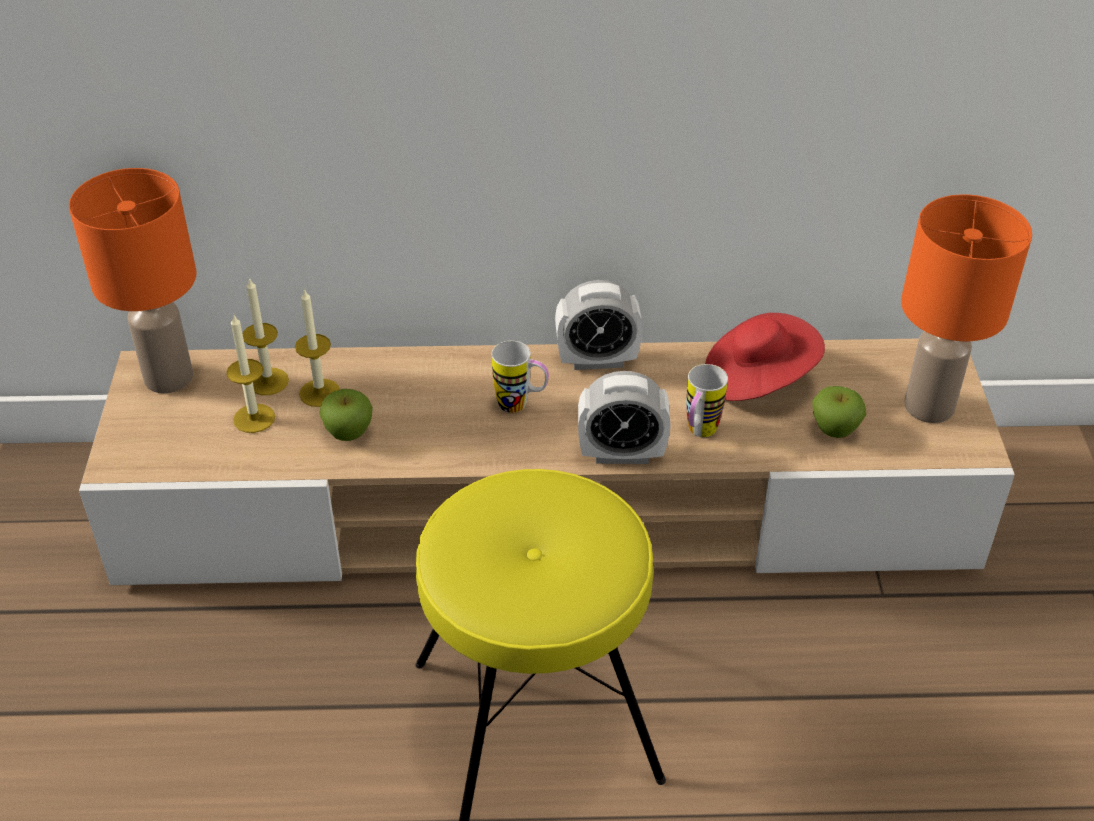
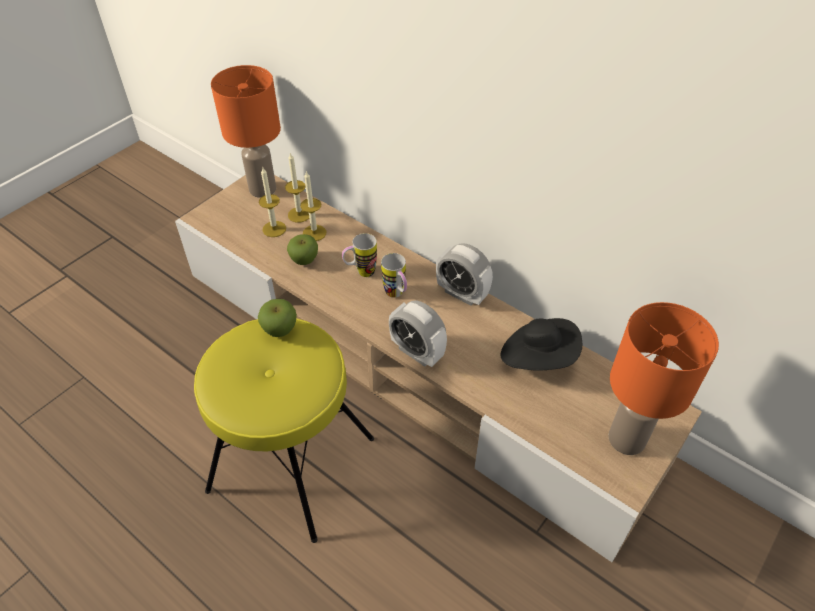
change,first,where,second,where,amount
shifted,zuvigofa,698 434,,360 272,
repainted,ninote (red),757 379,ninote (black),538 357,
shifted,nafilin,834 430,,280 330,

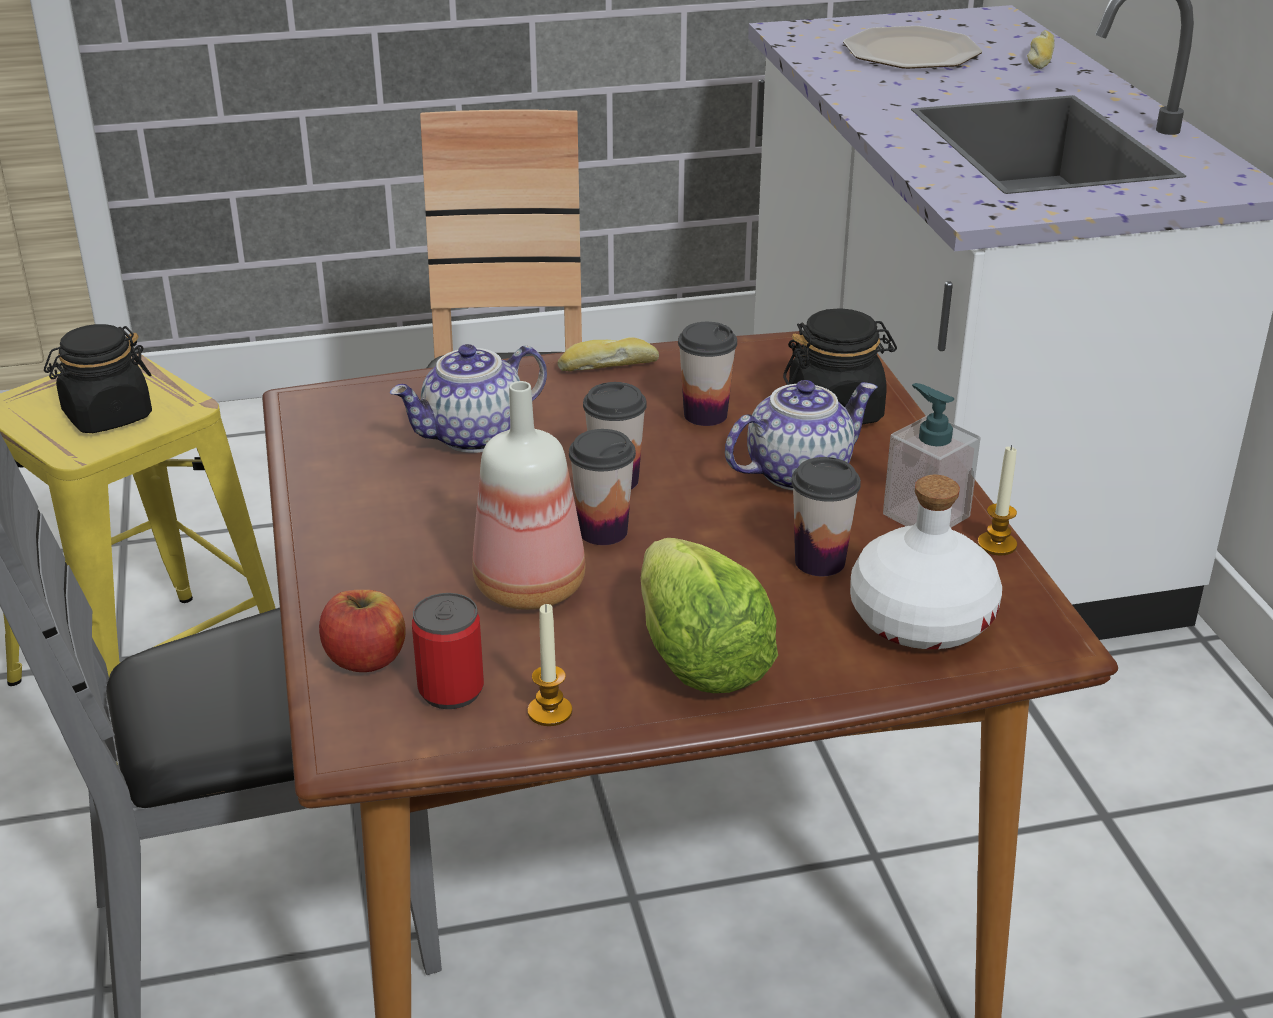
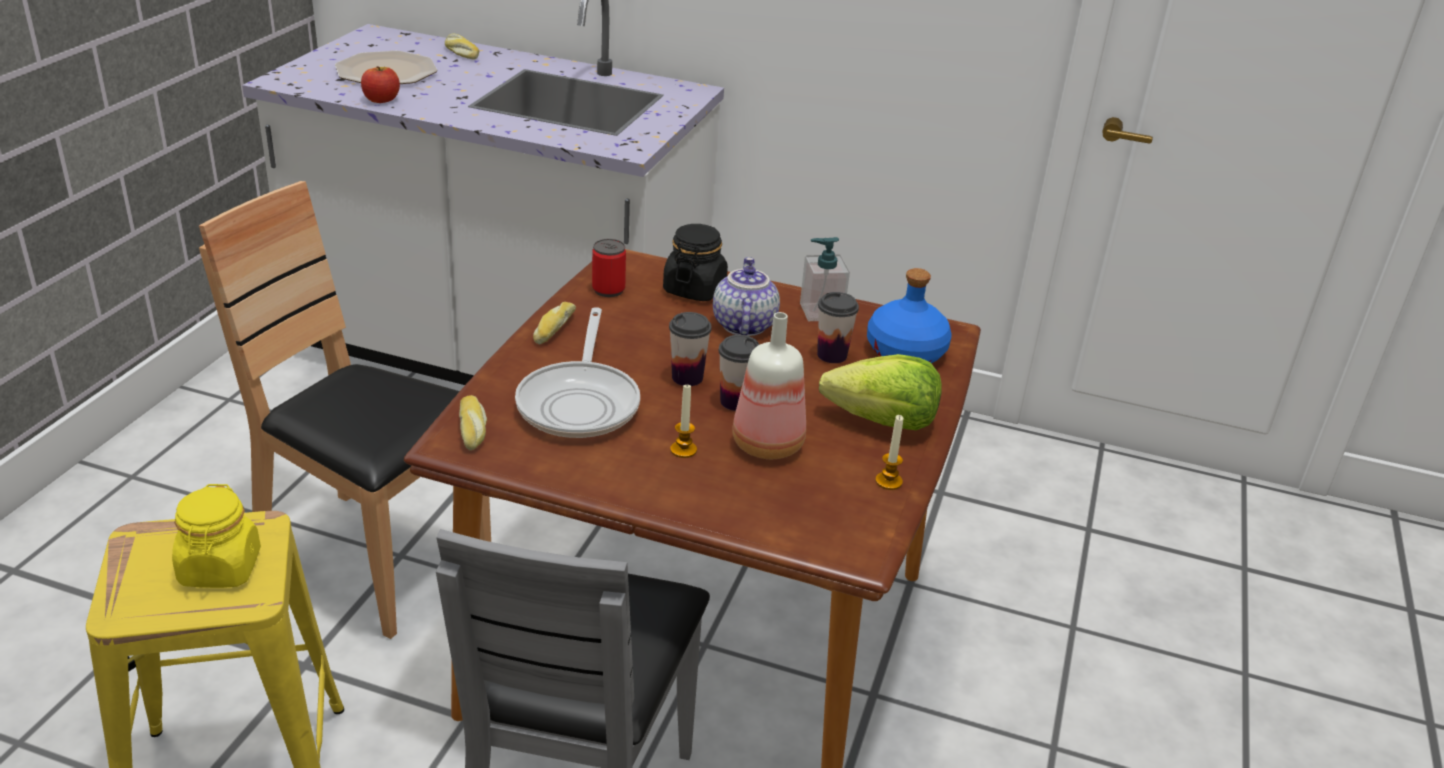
change,first,where,second,where,amount
repainted,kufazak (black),107 416,kufazak (yellow),220 569,
shifted,nafilin,366 659,,381 100,
swapped,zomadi,474 437,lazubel,580 402,
shifted,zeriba,451 690,,608 290,
gone,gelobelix,705 415,,,
repainted,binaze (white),919 618,binaze (blue),905 352,
shifted,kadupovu,997 544,,683 450,
new,,,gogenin,473 429,

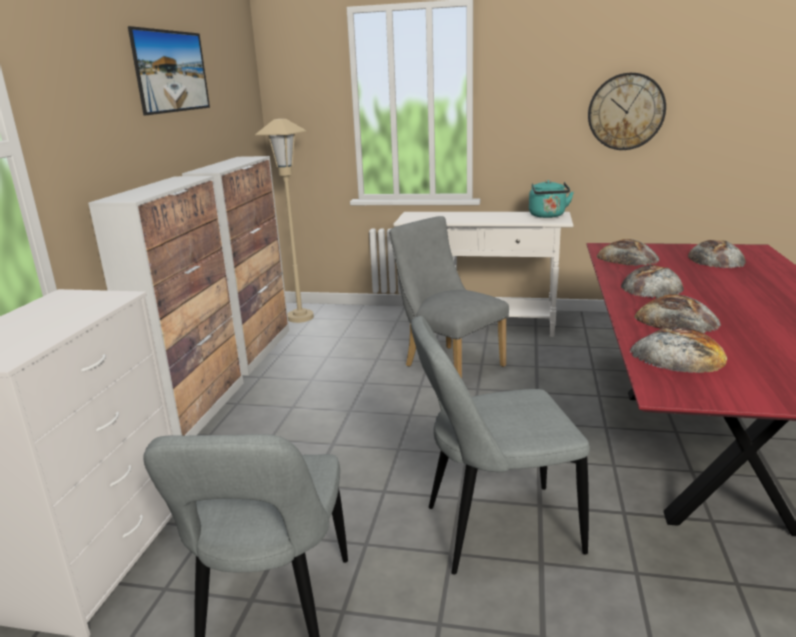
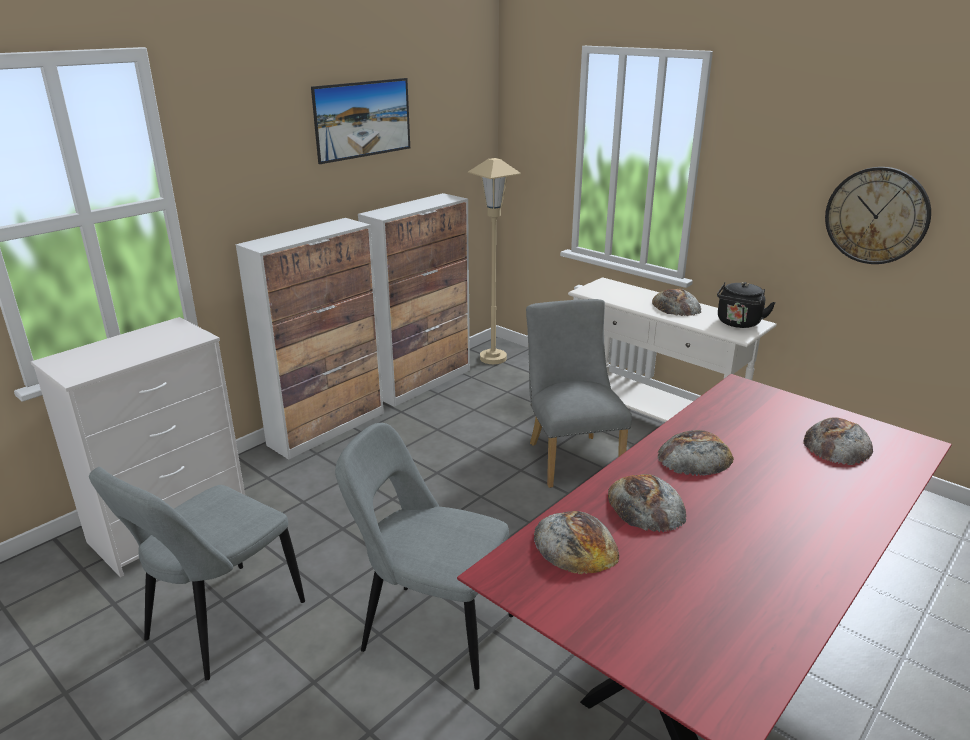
change,first,where,second,where,amount
repainted,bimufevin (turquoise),548 216,bimufevin (black),738 323,
shifted,gogenin,627 258,,676 306,

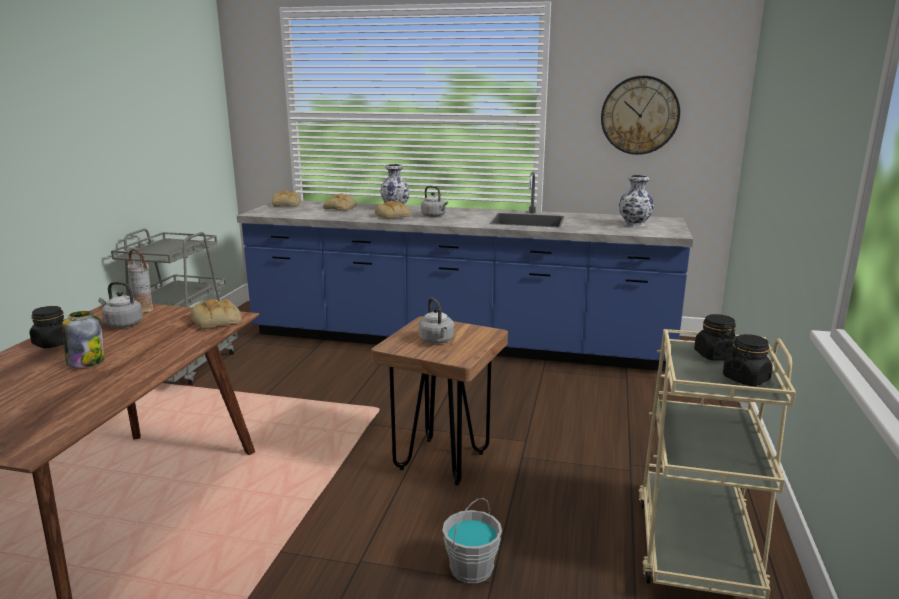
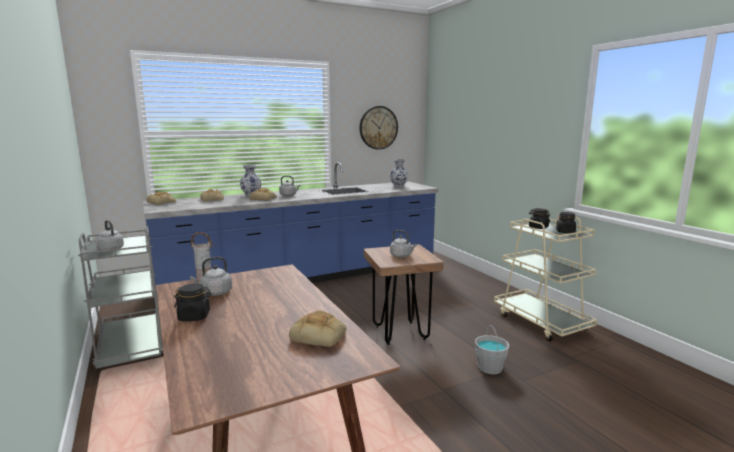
change,first,where,second,where,amount
gone,kufazak,86 362,,,
shifted,gogenin,217 321,,319 335,
new,,,bimufevin (grey),110 249,

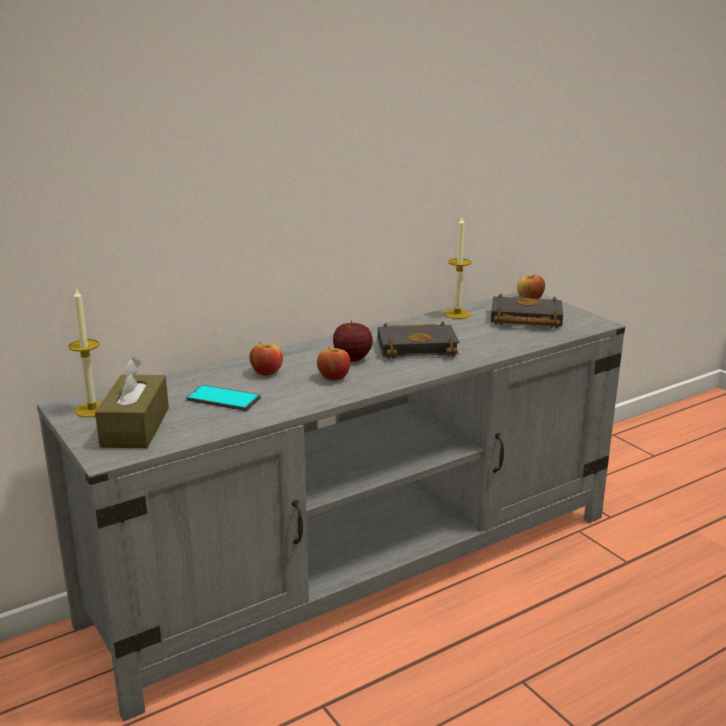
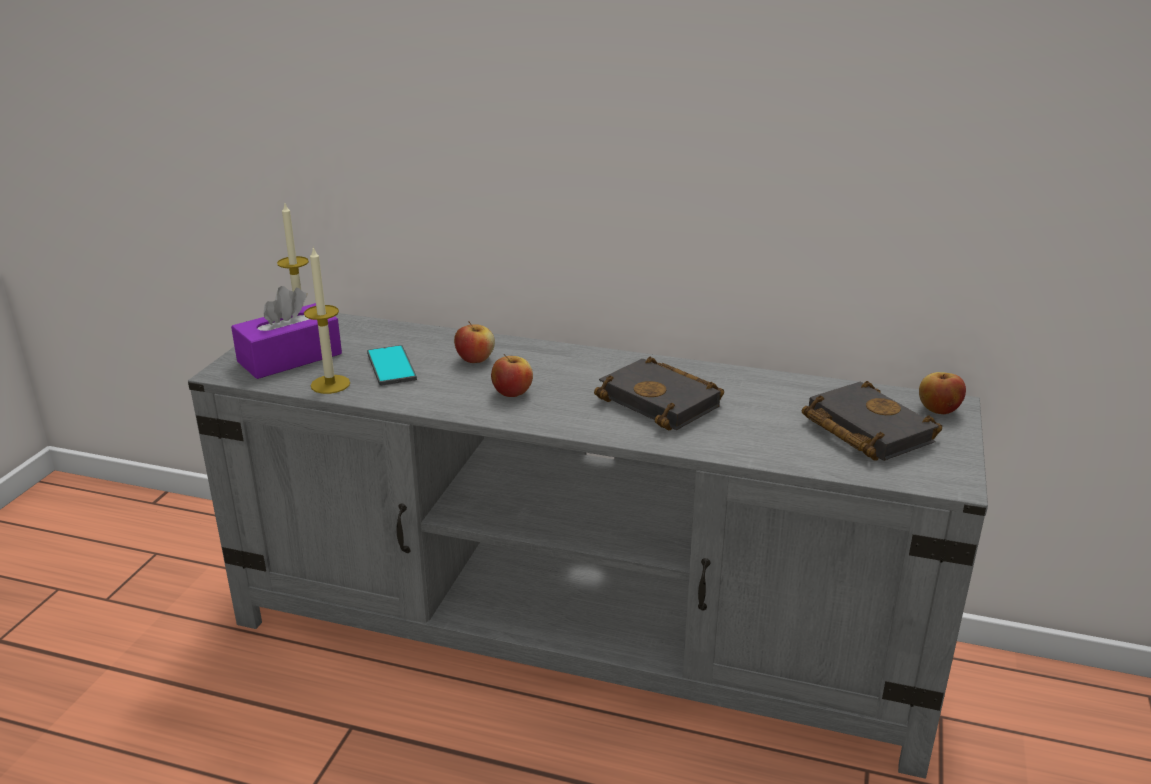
change,first,where,second,where,amount
repainted,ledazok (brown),135 427,ledazok (purple),290 358,
gone,nafilin,352 358,,,
shifted,kadupovu,457 314,,330 384,

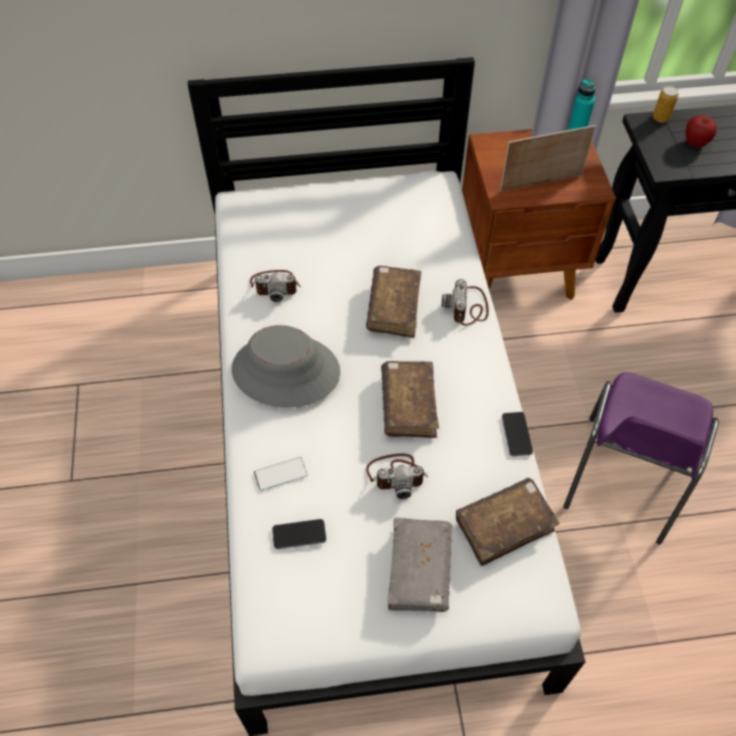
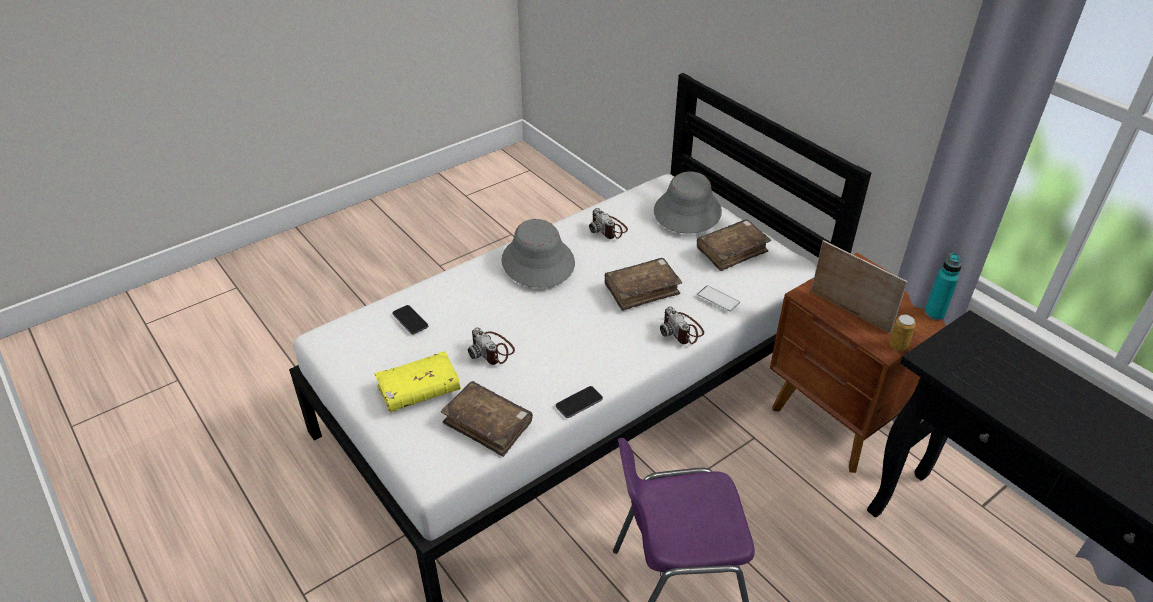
change,first,where,second,where,amount
shifted,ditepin,280 474,,718 298,
shifted,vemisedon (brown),408 405,,732 251,
repainted,vemisedon (grey),419 569,vemisedon (yellow),419 390,
rotated,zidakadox,467 307,,682 330,90 degrees counterclockwise
shifted,zeriba,660 118,,898 346,
gone,nafilin,695 143,,,
new,,,ninote (grey),687 212,

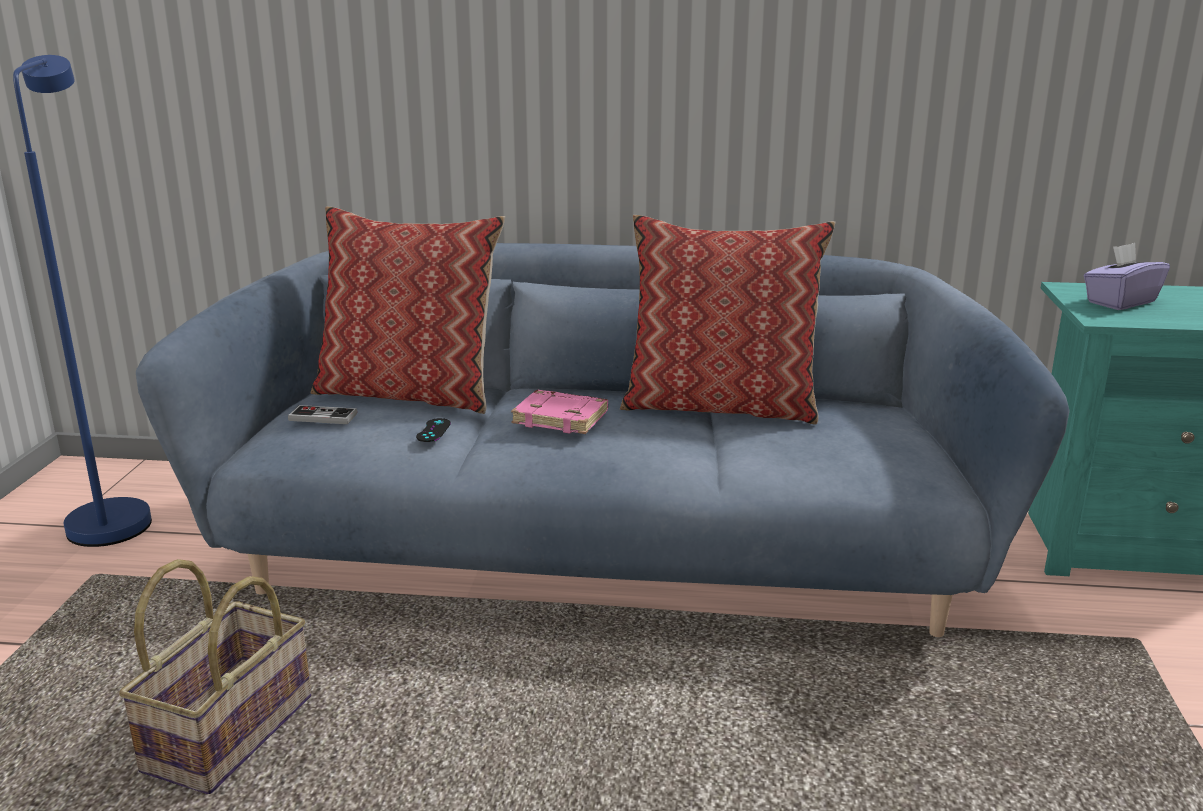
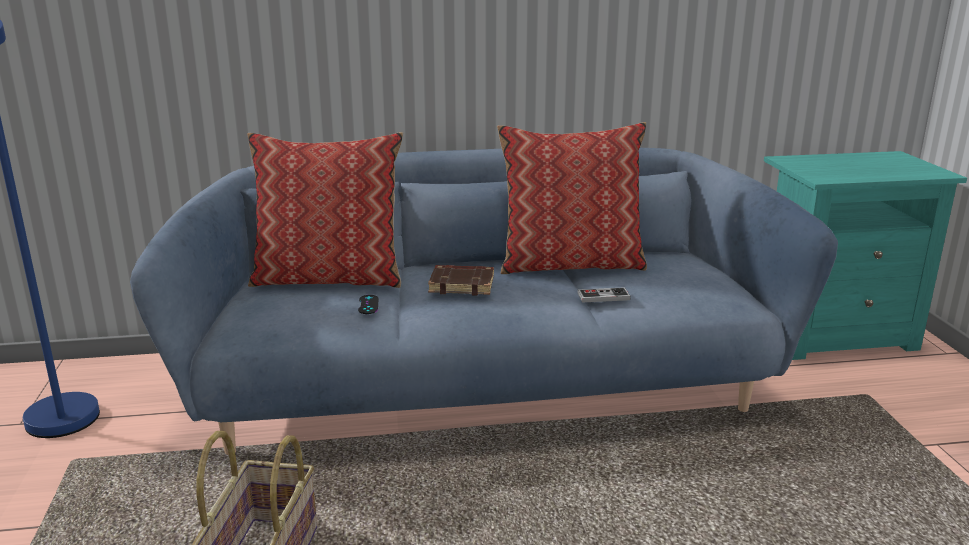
change,first,where,second,where,amount
shifted,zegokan,323 417,,603 297,
repainted,vemisedon (pink),562 418,vemisedon (brown),463 285,
gone,ledazok (purple),1120 302,,,

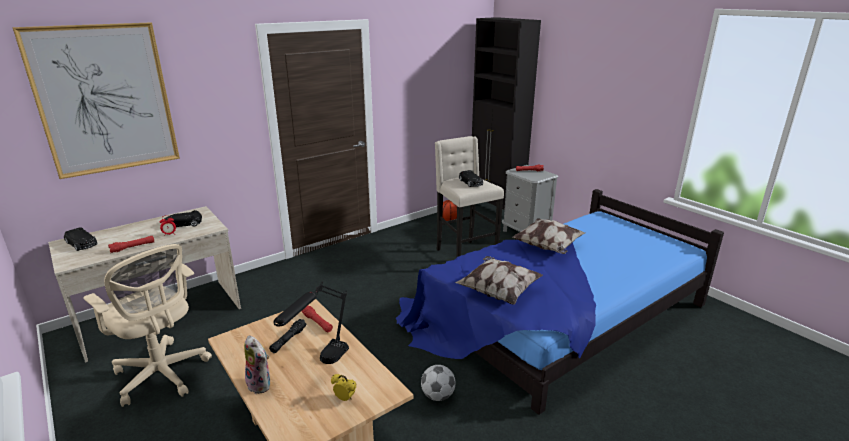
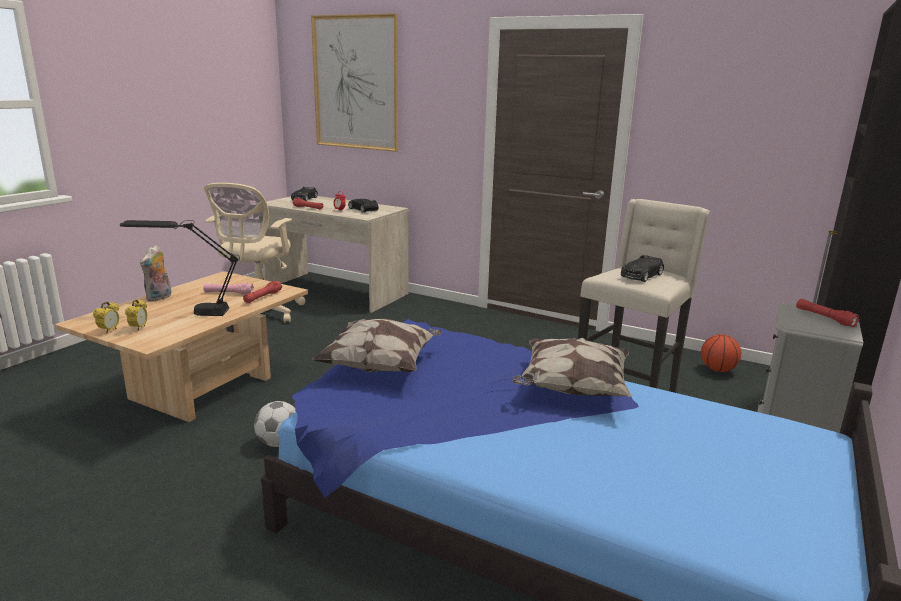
change,first,where,second,where,amount
repainted,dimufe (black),288 340,dimufe (pink),229 293,
new,,,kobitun,109 330,

